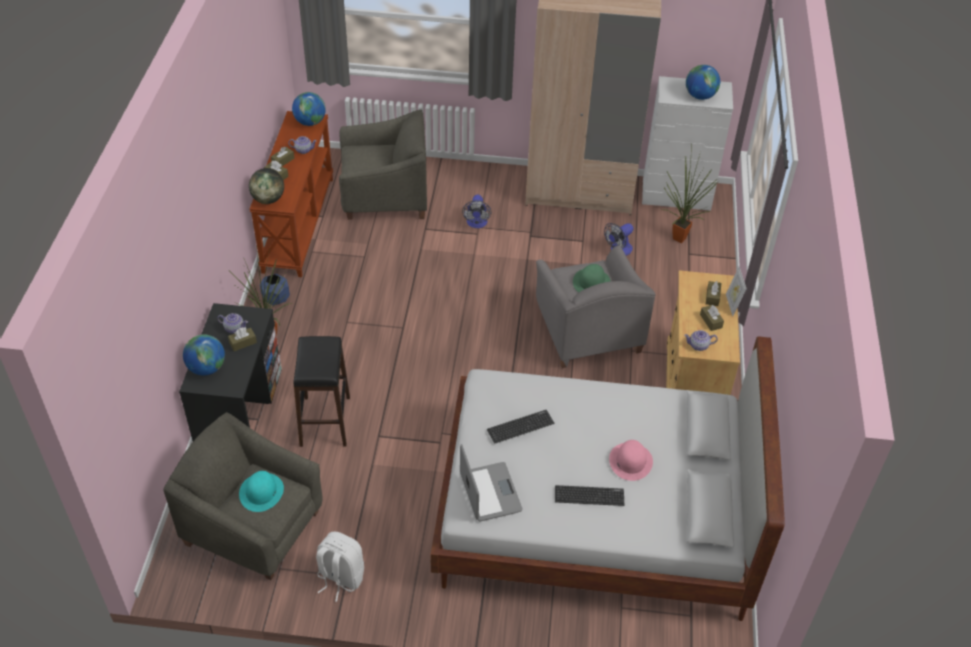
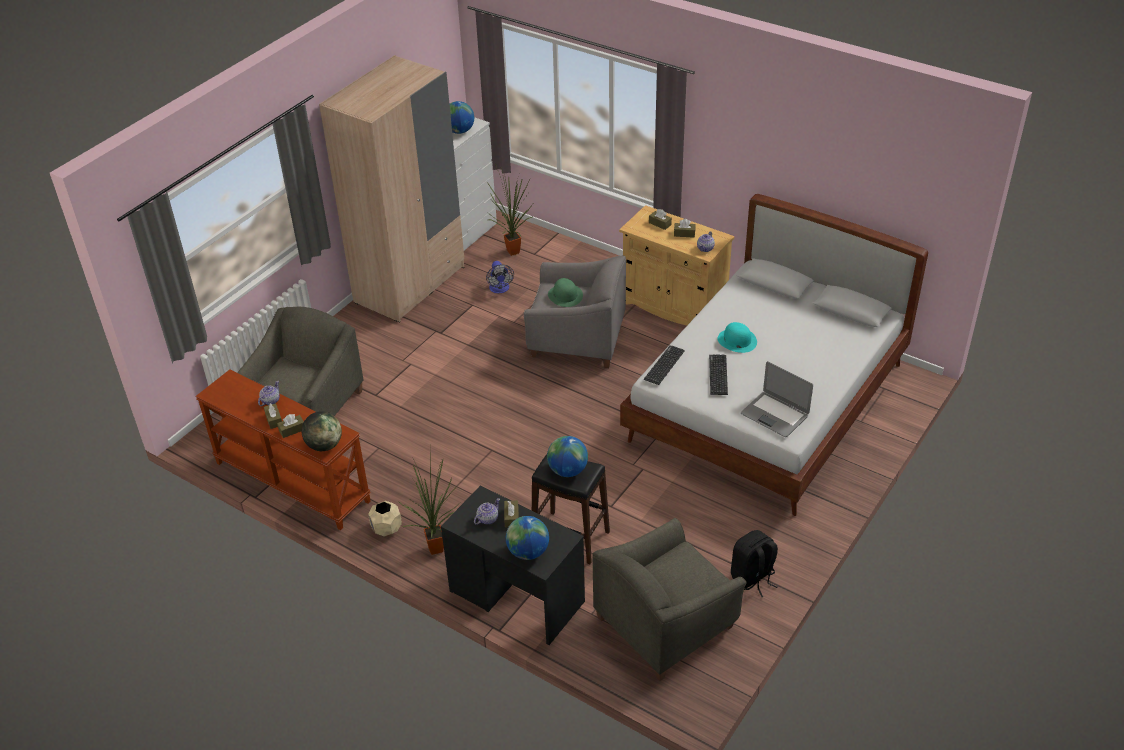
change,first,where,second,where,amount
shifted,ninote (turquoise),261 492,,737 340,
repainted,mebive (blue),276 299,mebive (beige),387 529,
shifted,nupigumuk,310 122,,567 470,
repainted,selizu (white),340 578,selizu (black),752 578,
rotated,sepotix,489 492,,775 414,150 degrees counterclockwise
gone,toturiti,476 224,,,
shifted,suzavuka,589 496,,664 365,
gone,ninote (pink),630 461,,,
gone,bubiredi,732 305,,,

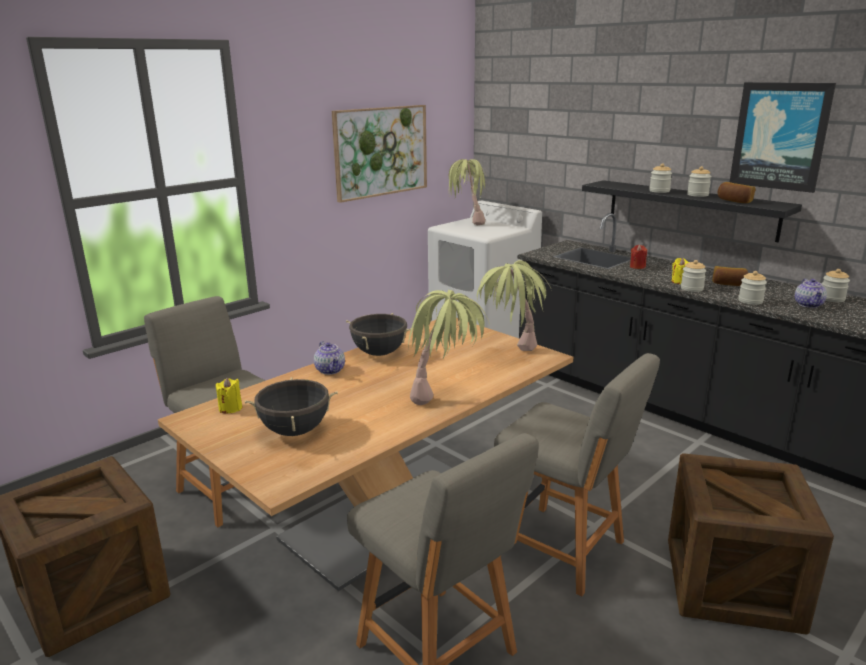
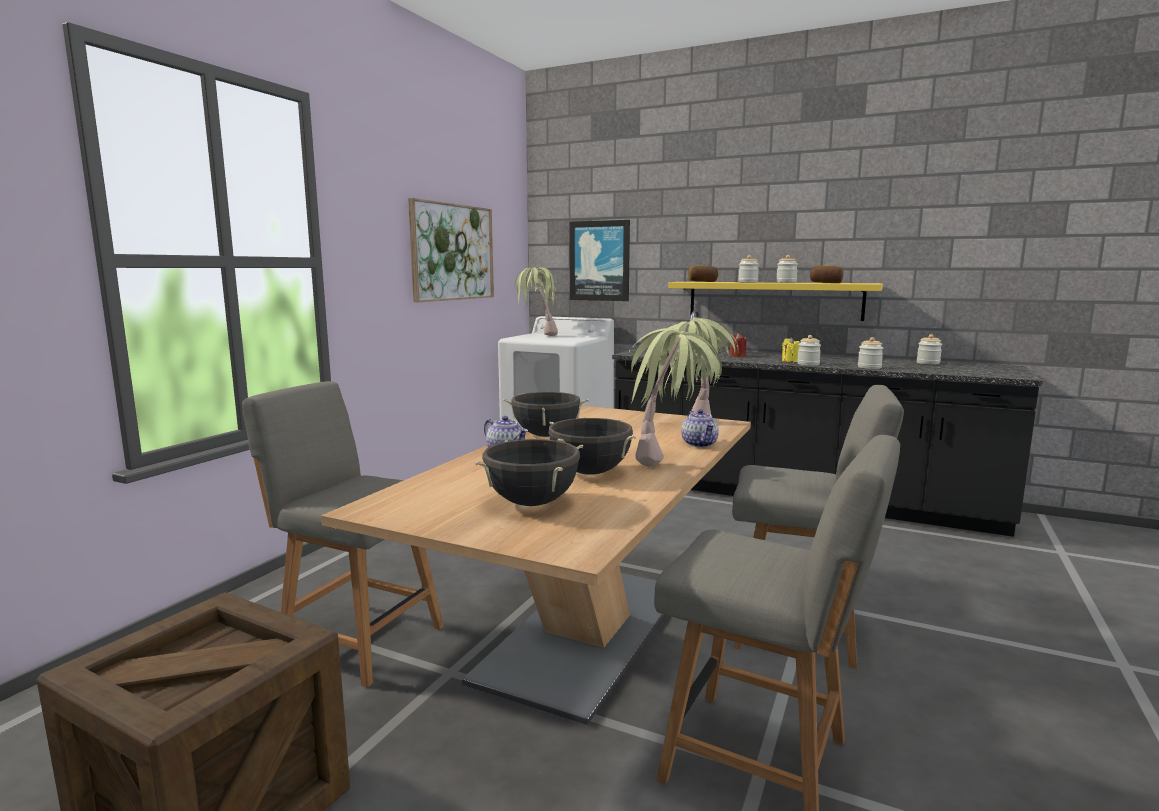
change,first,where,second,where,amount
gone,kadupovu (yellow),230 408,,,
repainted,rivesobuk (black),690 209,rivesobuk (yellow),773 300,
gone,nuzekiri,732 584,,,
shifted,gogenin,728 284,,702 281,
shifted,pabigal,780 136,,599 261,
shifted,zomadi,809 305,,700 444,
new,,,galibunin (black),590 472,

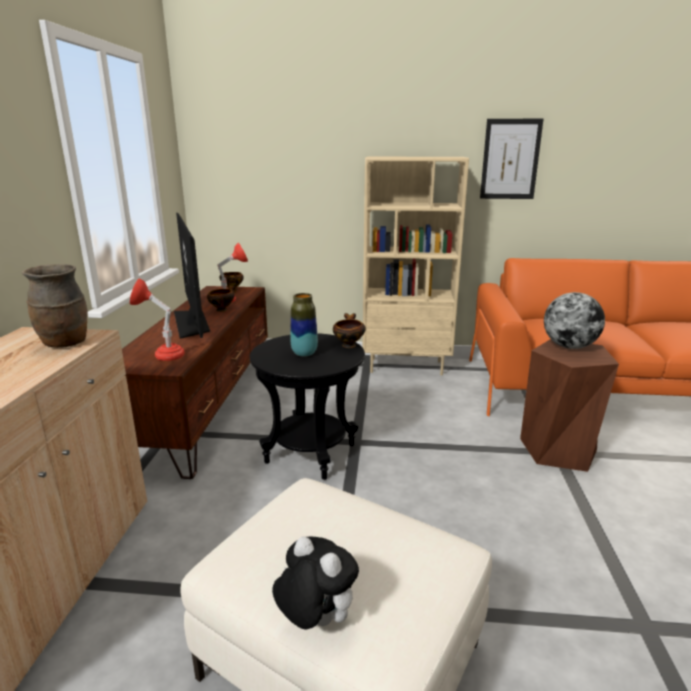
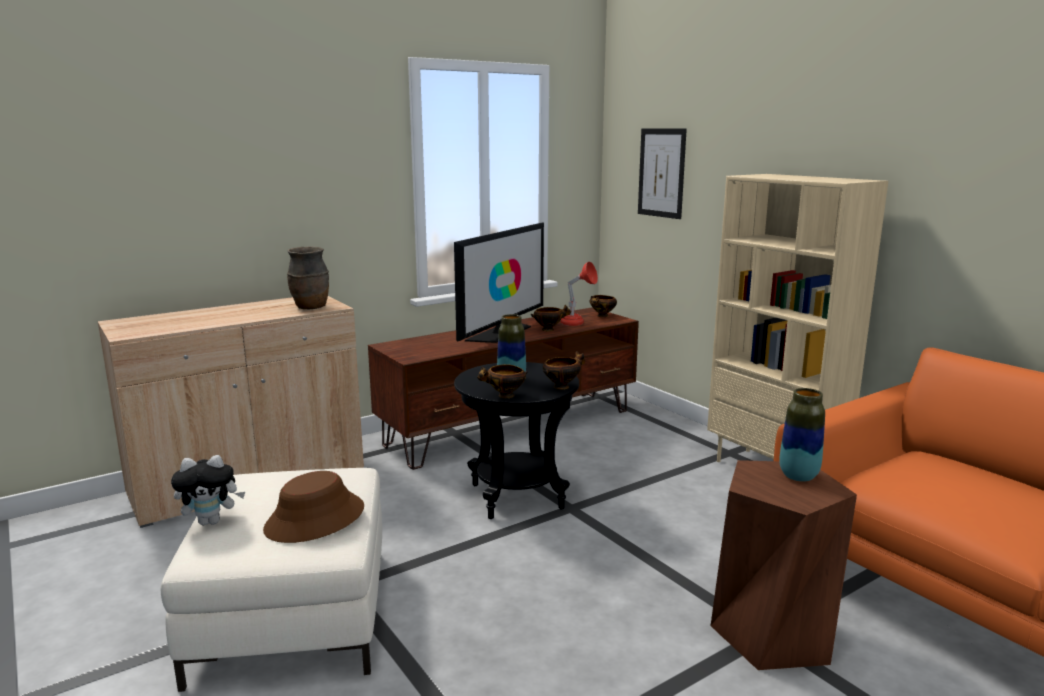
change,first,where,second,where,amount
gone,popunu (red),162 355,,,
rotated,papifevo,315 620,,212 521,75 degrees clockwise
shifted,pabigal,510 159,,661 173,
swapped,nupigumuk,569 347,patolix,798 476,
new,,,ninote (brown),315 519,
new,,,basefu,504 396,

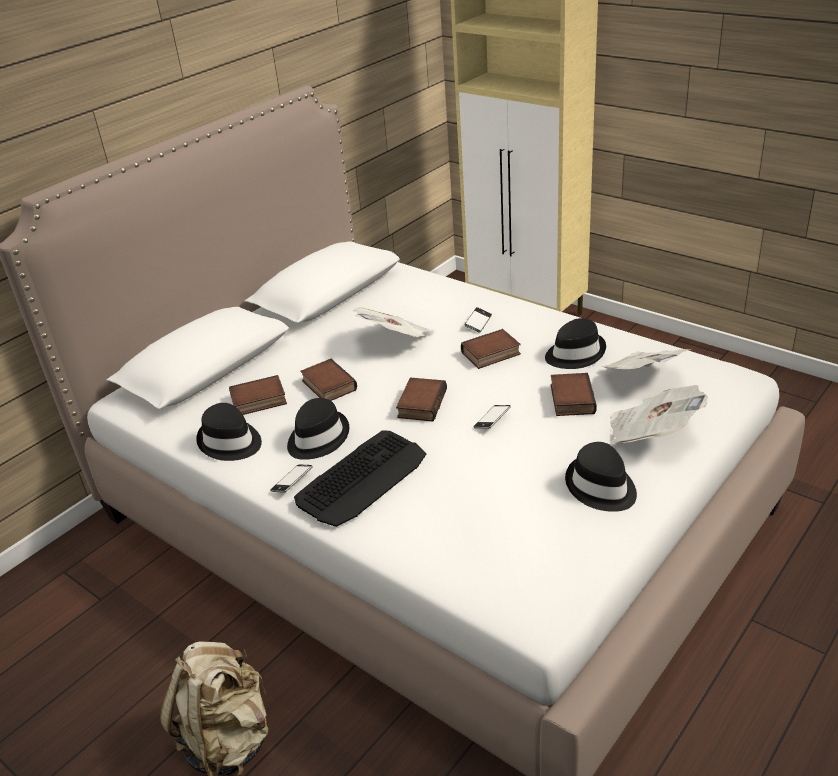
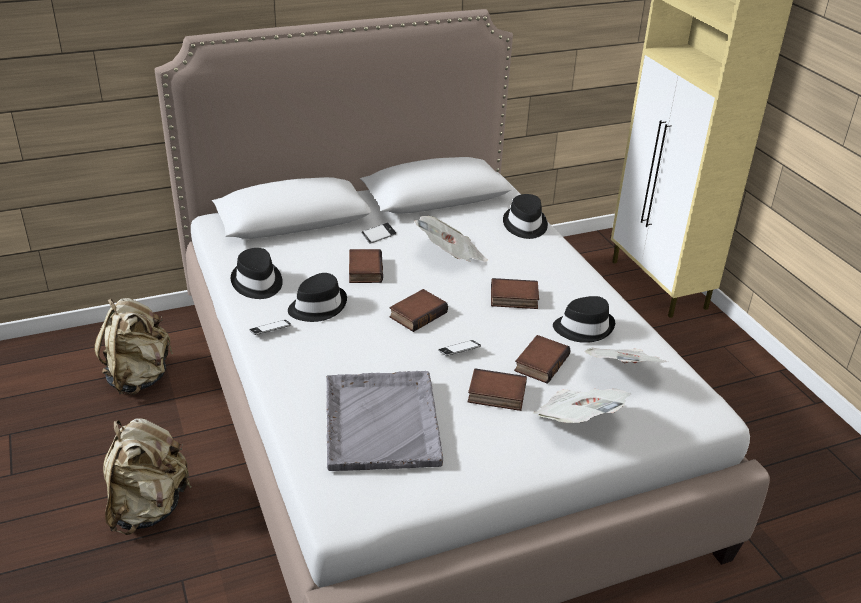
change,first,where,second,where,amount
shifted,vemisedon,258 401,,495 395,
gone,suzavuka,362 478,,,
shifted,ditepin,478 322,,378 236,
shifted,ninote (black),601 487,,525 225,
new,,,selizu (beige),139 377,
new,,,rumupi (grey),381 421,

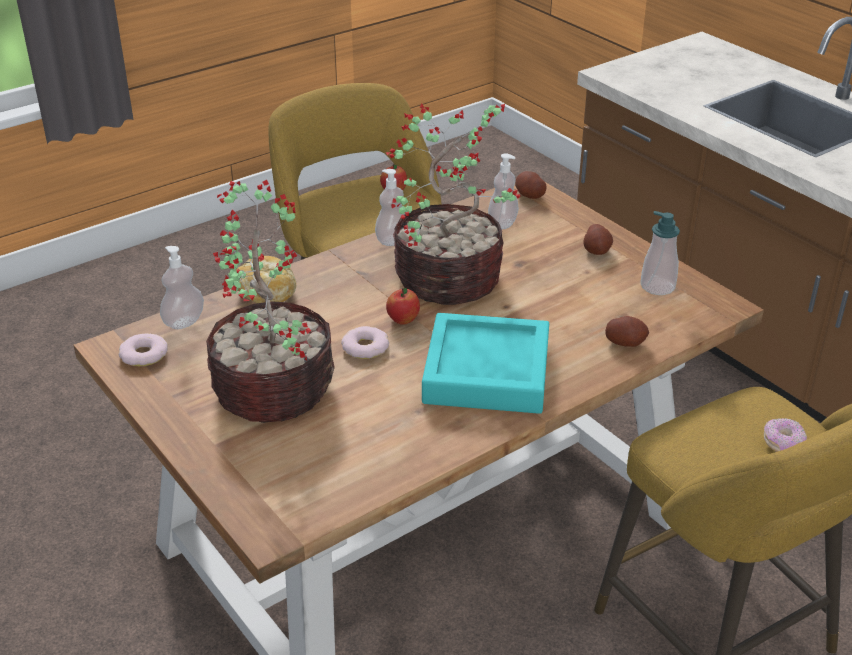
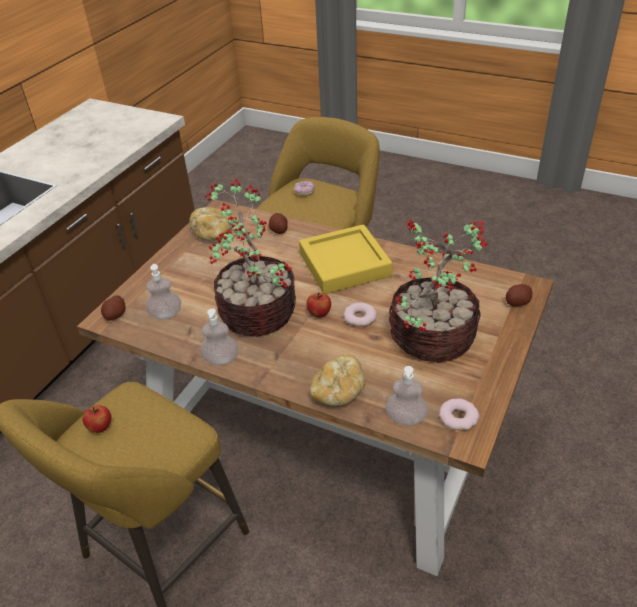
change,first,where,second,where,amount
repainted,rumupi (turquoise),486 372,rumupi (yellow),344 265,
shifted,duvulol,597 250,,517 302,
swapped,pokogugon,657 286,gogenin,213 233,

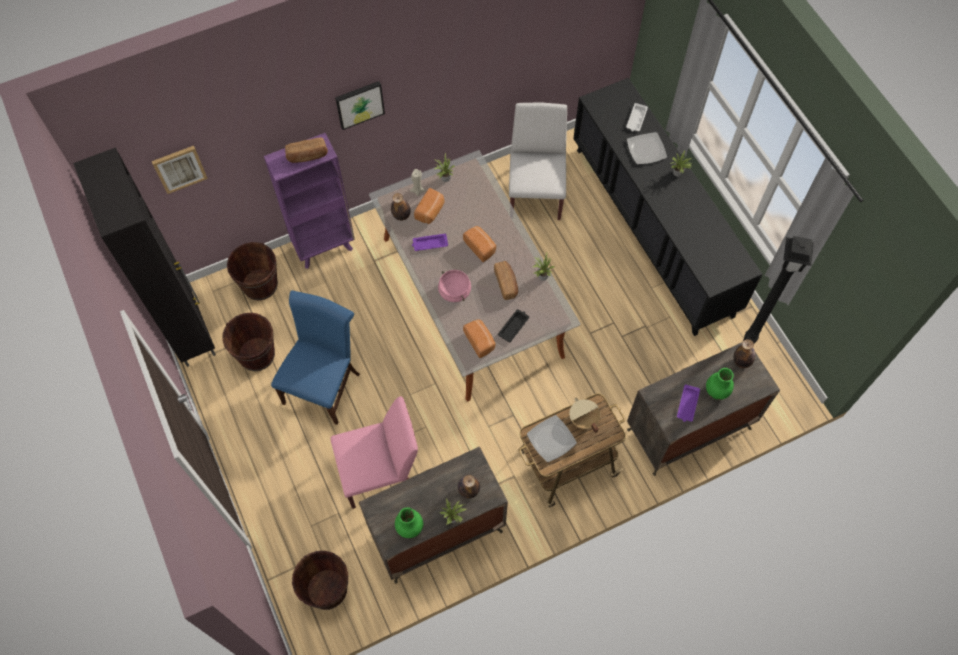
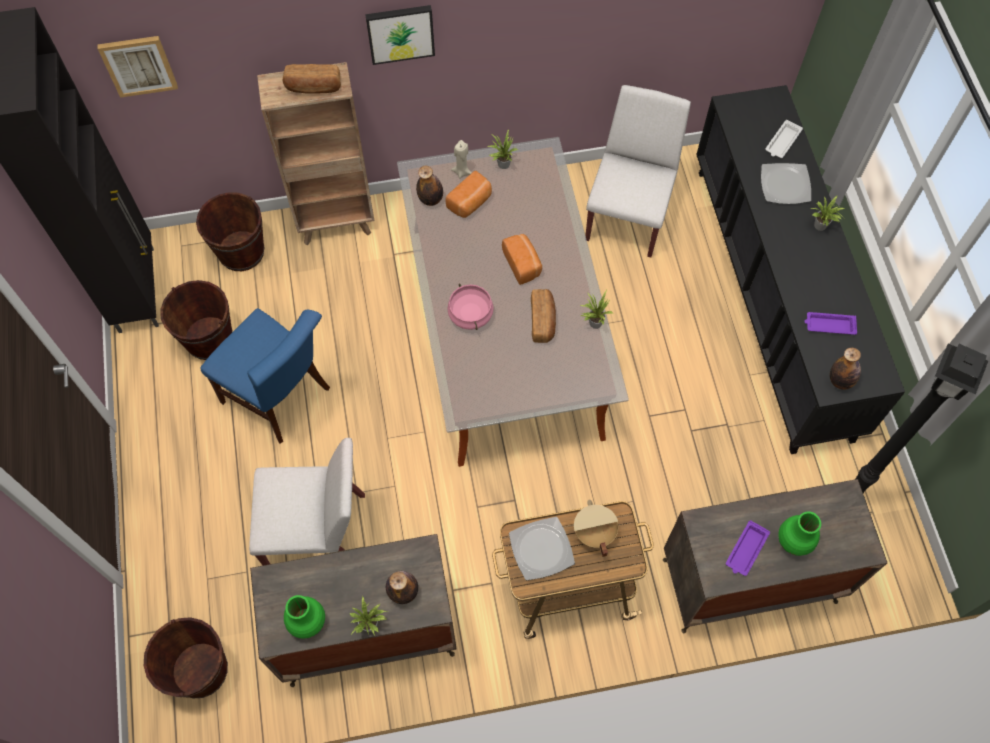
change,first,where,second,where,amount
repainted,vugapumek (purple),325 247,vugapumek (brown),337 223,
rotated,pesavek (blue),324 384,,281 397,90 degrees clockwise
repainted,pesavek (pink),381 472,pesavek (white),318 531,
shifted,rumupi (purple),429 244,,829 325,
gone,gogenin,480 341,,,
gone,rumupi (black),514 326,,,
shifted,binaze,741 361,,840 380,

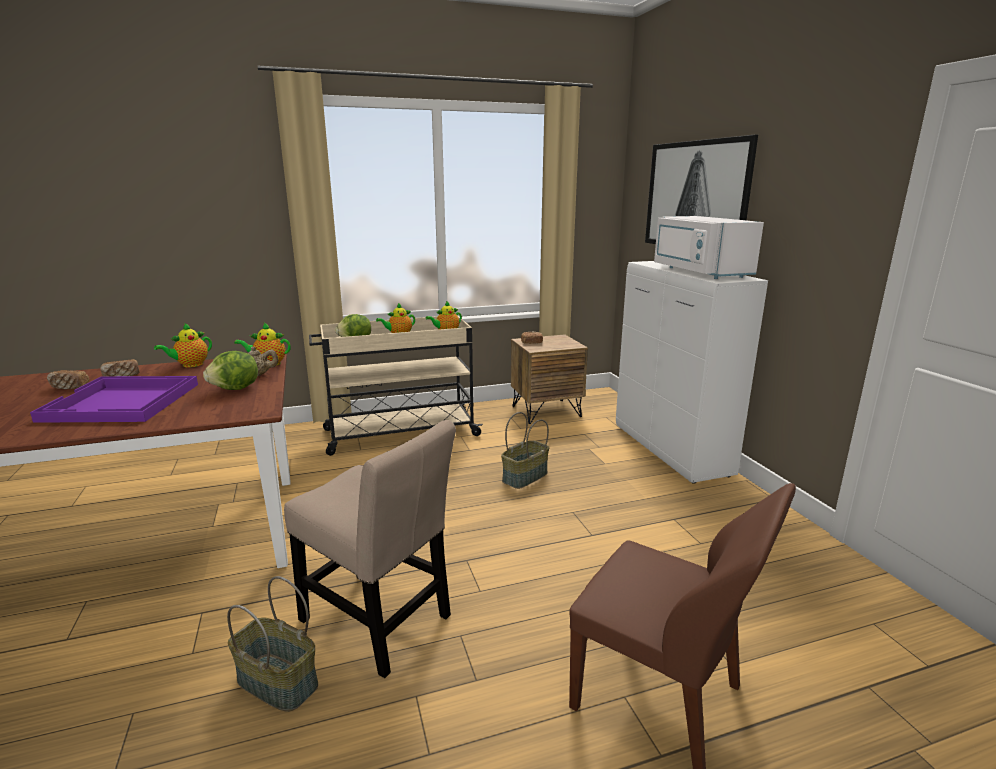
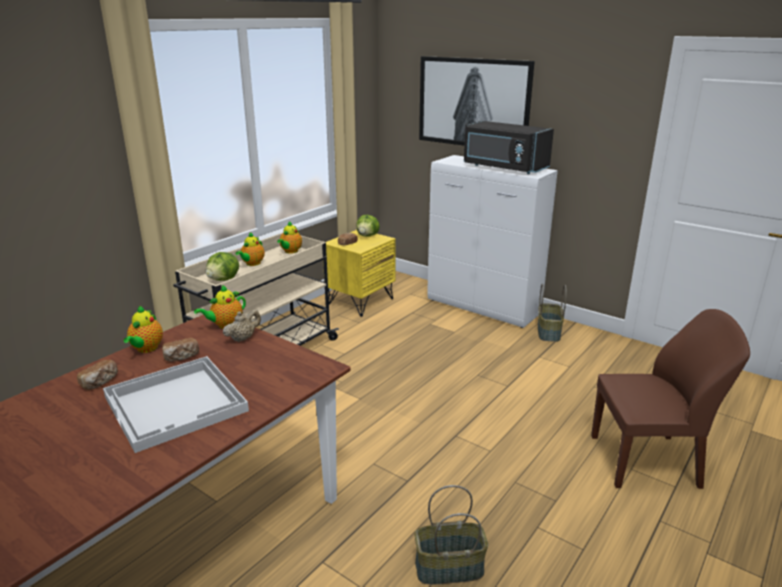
change,first,where,second,where,amount
repainted,rumupi (purple),123 402,rumupi (white),177 404,
shifted,gogenin,69 387,,181 357,
shifted,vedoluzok,236 389,,368 236,
gone,pesavek (beige),379 622,,,
shifted,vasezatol,525 477,,549 332,
repainted,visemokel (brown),546 411,visemokel (yellow),360 302,
repainted,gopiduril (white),698 272,gopiduril (black),503 168,

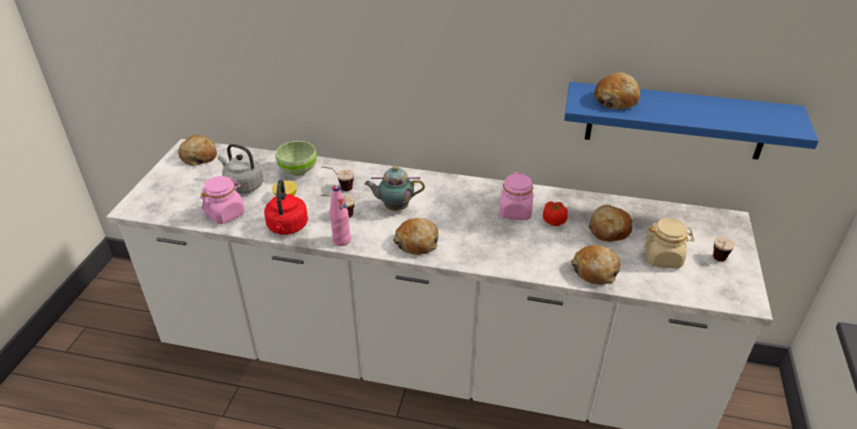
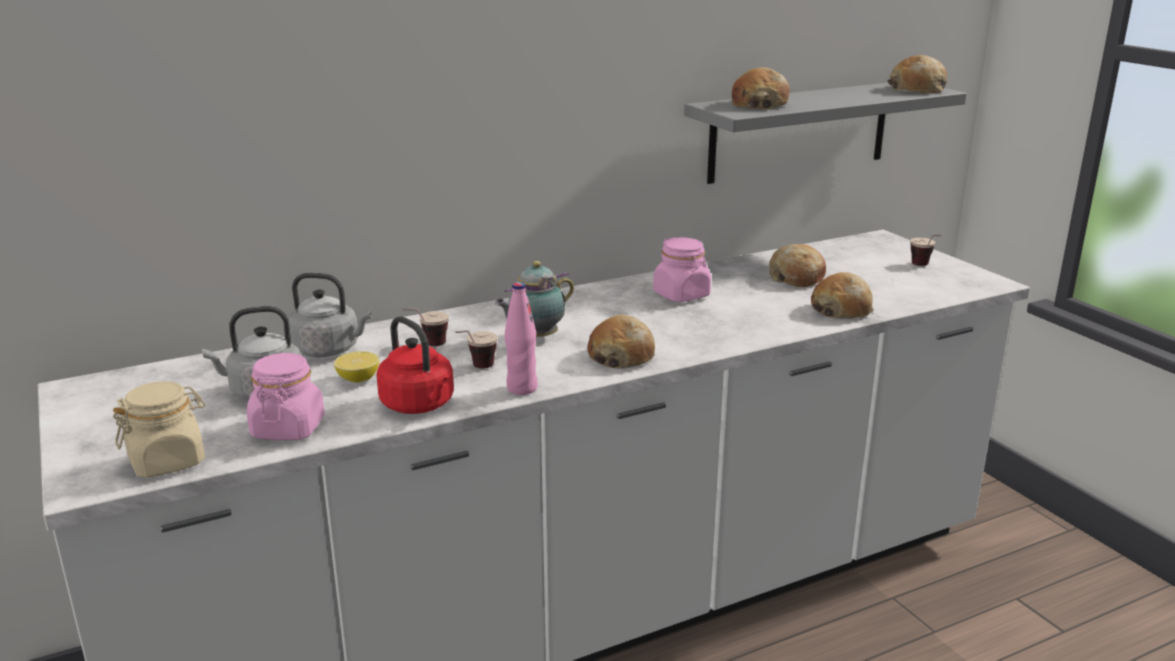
change,first,where,second,where,amount
shifted,gogenin,199 156,,917 89,
swapped,basefu (green),299 170,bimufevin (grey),329 350,
gone,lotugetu,553 221,,,
repainted,rivesobuk (blue),676 121,rivesobuk (grey),799 131,
shifted,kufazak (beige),663 258,,167 461,

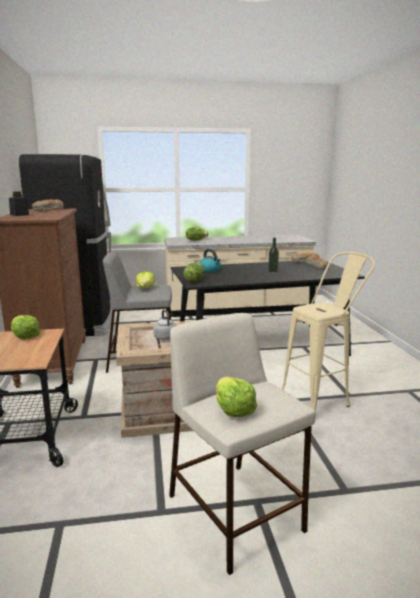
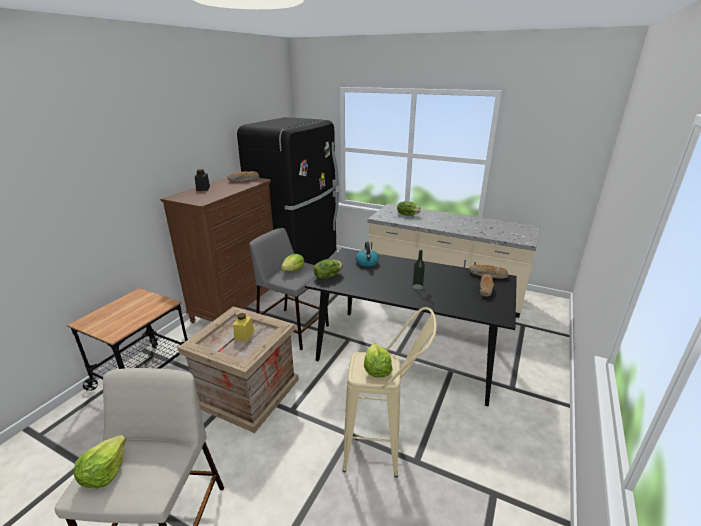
change,first,where,second,where,amount
shifted,vedoluzok,25 336,,376 369,
swapped,bimufevin (grey),164 337,kufazak (yellow),244 335,

